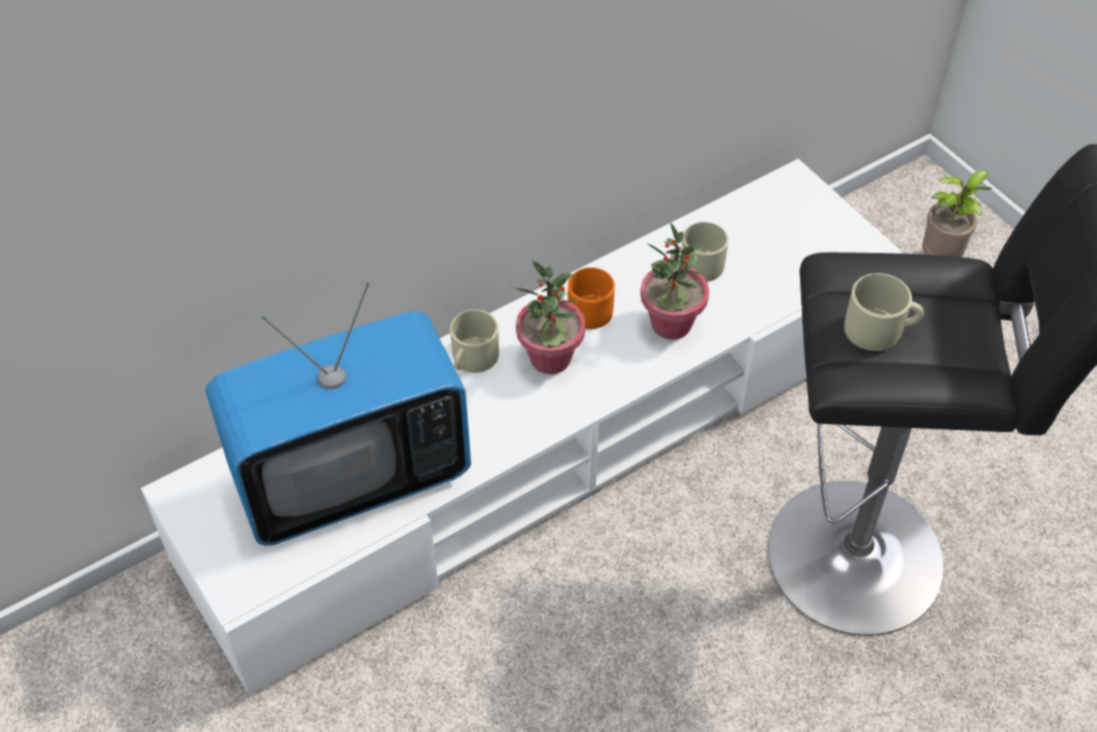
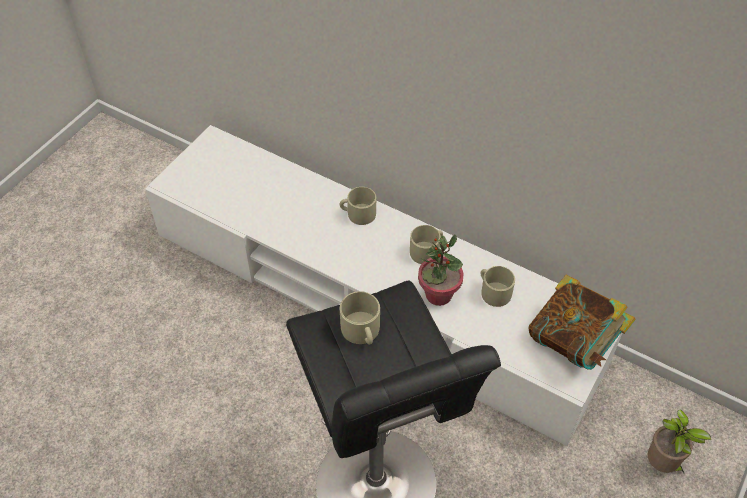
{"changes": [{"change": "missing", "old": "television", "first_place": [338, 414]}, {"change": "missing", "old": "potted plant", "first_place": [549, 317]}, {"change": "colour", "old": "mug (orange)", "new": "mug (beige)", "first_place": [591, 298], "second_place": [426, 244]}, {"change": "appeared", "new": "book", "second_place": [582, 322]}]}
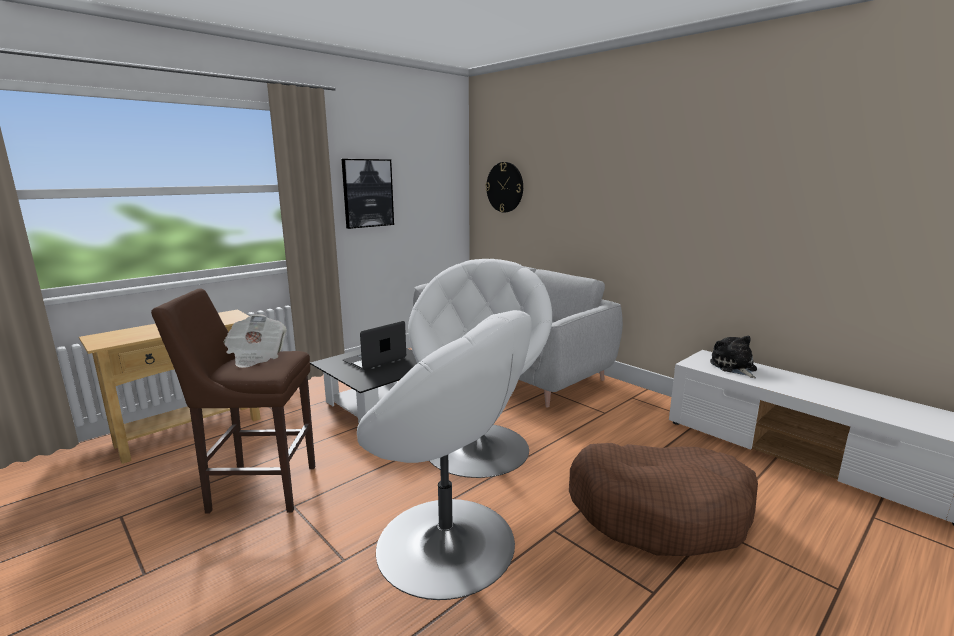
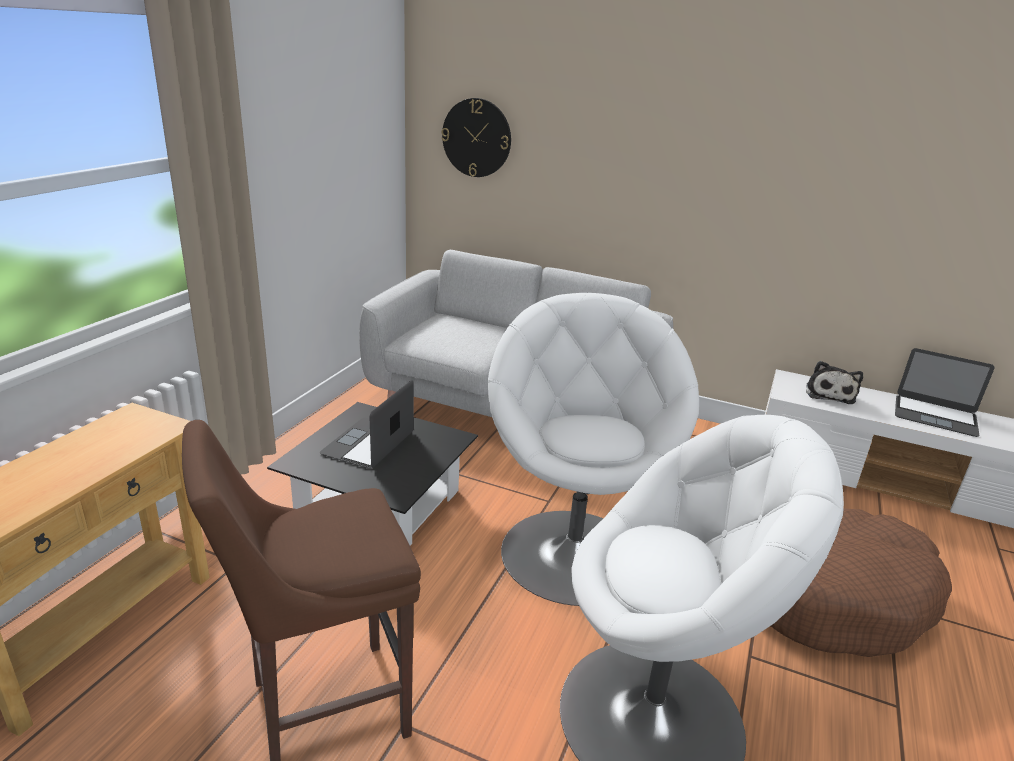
{"changes": [{"change": "missing", "old": "newspaper", "first_place": [255, 341]}, {"change": "missing", "old": "picture", "first_place": [368, 194]}, {"change": "spun", "old": "plush toy", "first_place": [733, 357], "second_place": [834, 382], "degrees": -135}, {"change": "appeared", "new": "laptop", "second_place": [945, 392]}]}
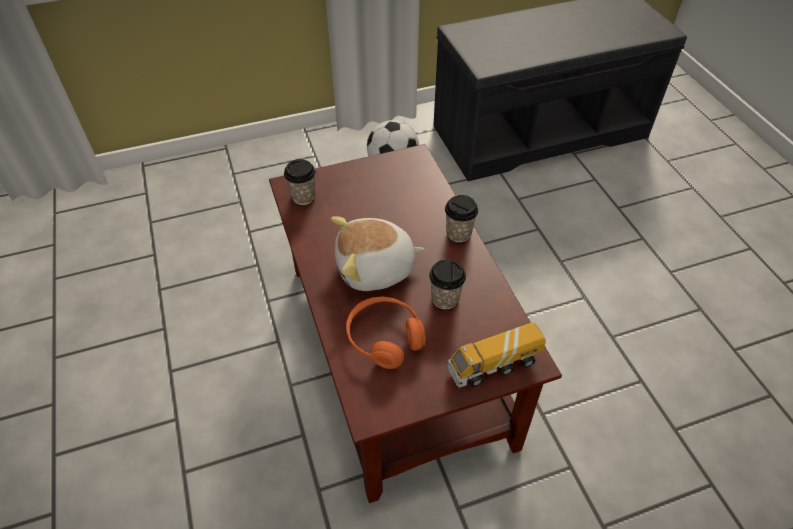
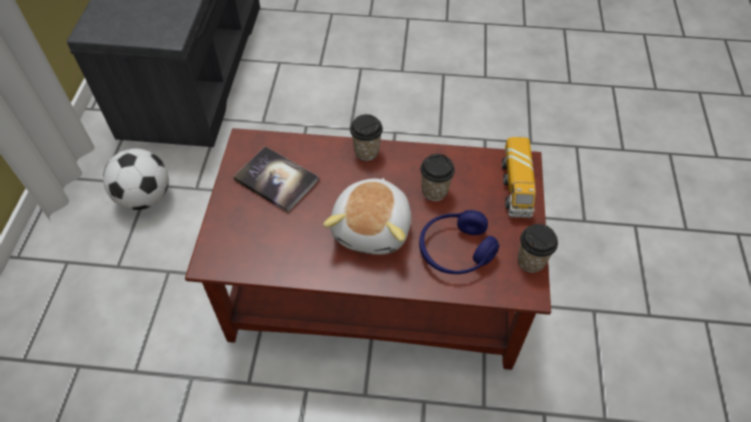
{"changes": [{"change": "relocated", "old": "cup", "first_place": [300, 182], "second_place": [538, 248]}, {"change": "colour", "old": "headphones (orange)", "new": "headphones (blue)", "first_place": [386, 333], "second_place": [459, 242]}, {"change": "appeared", "new": "book", "second_place": [276, 179]}]}
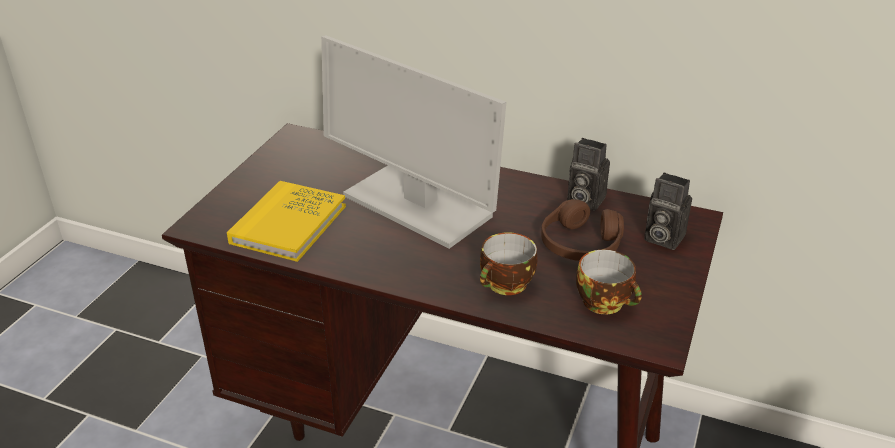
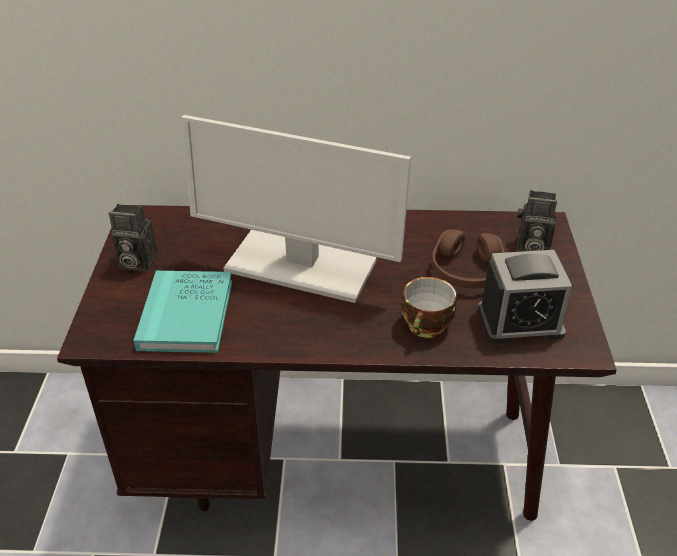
{"changes": [{"change": "colour", "old": "book (yellow)", "new": "book (turquoise)", "first_place": [286, 221], "second_place": [183, 312]}, {"change": "relocated", "old": "photo camera", "first_place": [588, 174], "second_place": [133, 238]}, {"change": "exchanged", "old": "cup", "new": "alarm clock", "first_place": [609, 282], "second_place": [525, 297]}]}
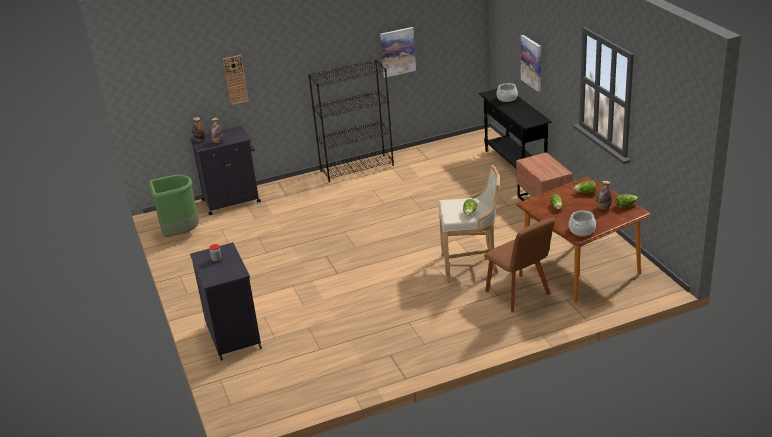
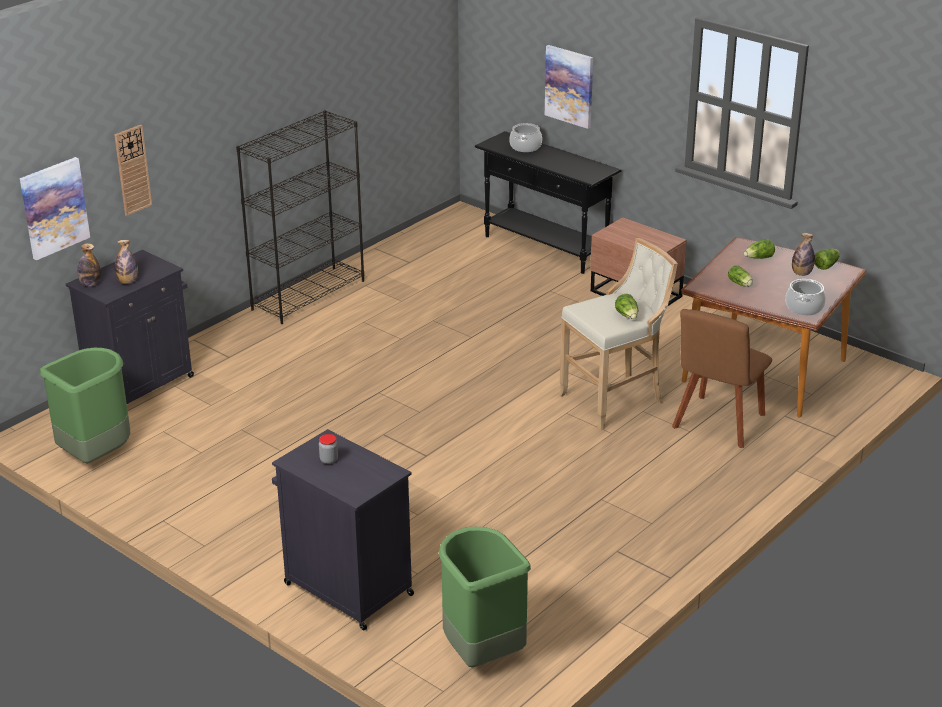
{"changes": [{"change": "relocated", "old": "picture", "first_place": [398, 52], "second_place": [55, 208]}, {"change": "spun", "old": "chair (brown)", "first_place": [519, 264], "second_place": [722, 378], "degrees": 90}, {"change": "appeared", "new": "trash can (green)", "second_place": [485, 597]}]}
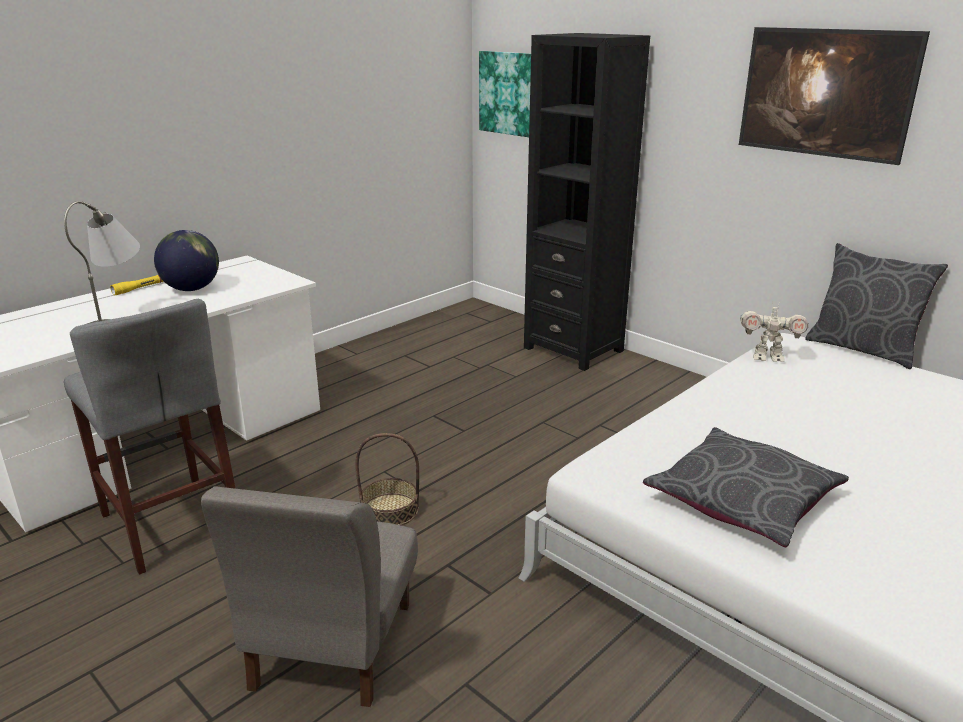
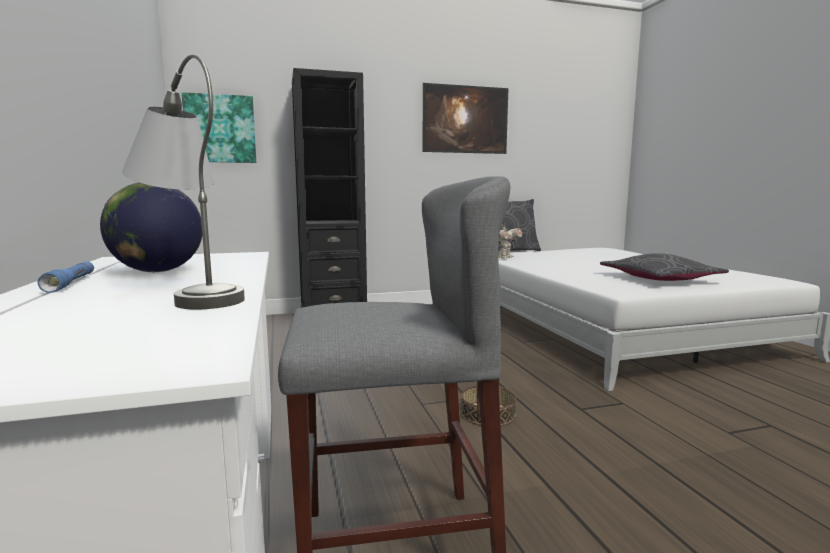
{"changes": [{"change": "colour", "old": "flashlight (yellow)", "new": "flashlight (blue)", "first_place": [137, 285], "second_place": [65, 277]}, {"change": "missing", "old": "chair (grey)", "first_place": [309, 596]}]}
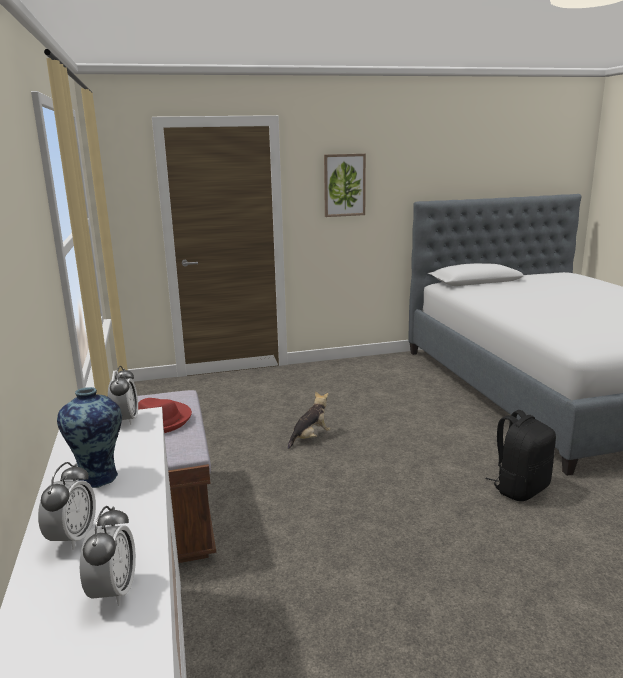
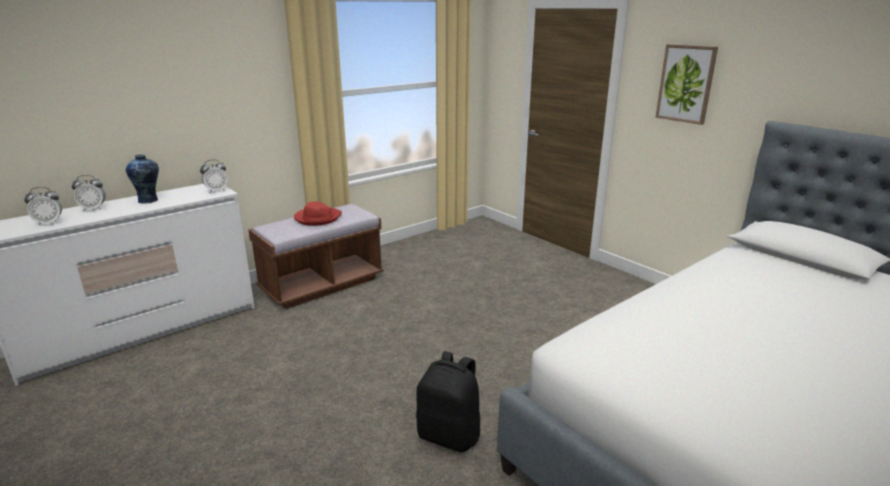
{"changes": [{"change": "missing", "old": "plush toy", "first_place": [309, 420]}]}
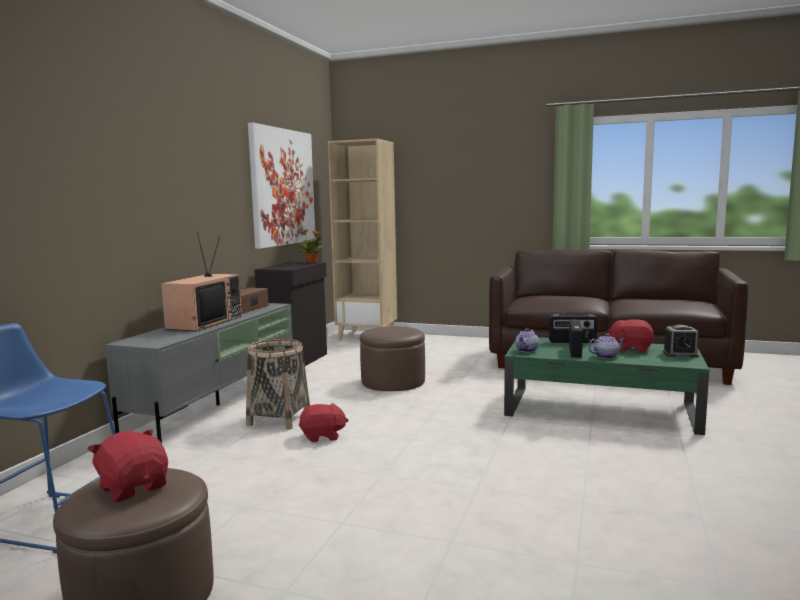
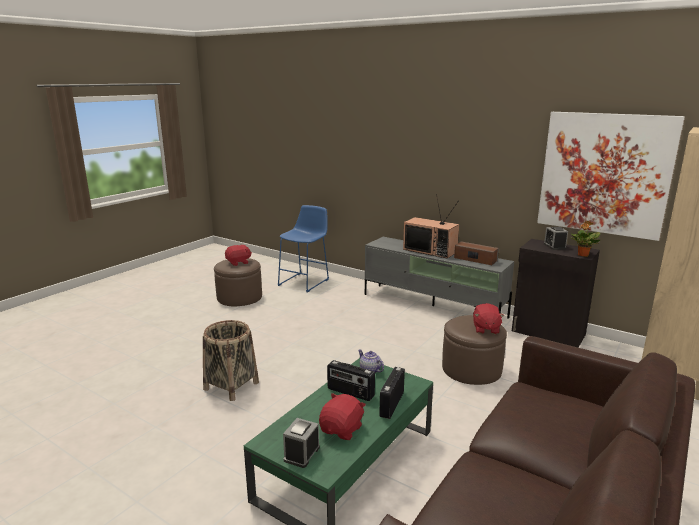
{"changes": [{"change": "relocated", "old": "basket", "first_place": [278, 384], "second_place": [231, 360]}, {"change": "relocated", "old": "plush toy (red)", "first_place": [323, 422], "second_place": [488, 318]}, {"change": "missing", "old": "teapot", "first_place": [606, 346]}, {"change": "appeared", "new": "alarm clock", "second_place": [556, 238]}]}
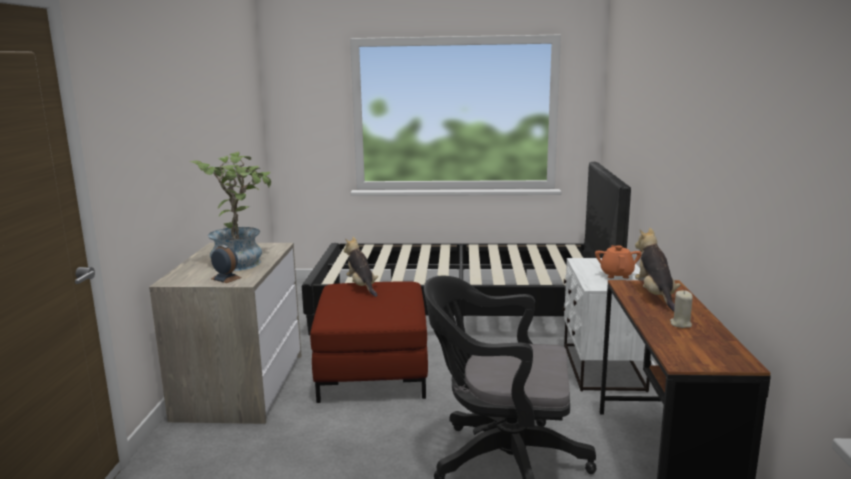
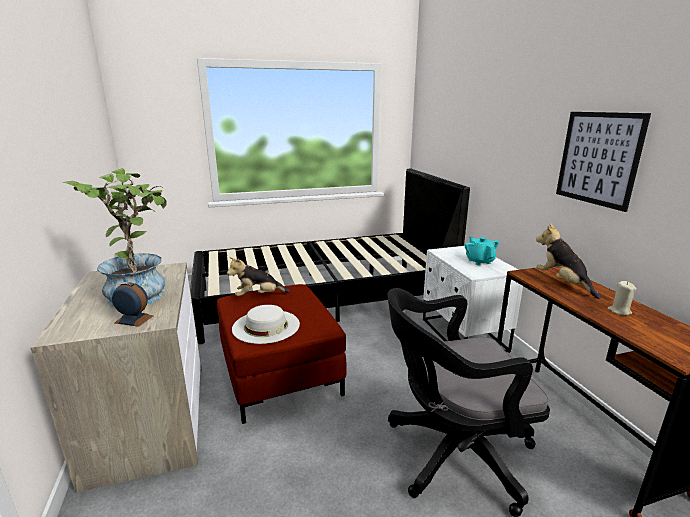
{"changes": [{"change": "spun", "old": "plush toy", "first_place": [361, 267], "second_place": [258, 276], "degrees": -60}, {"change": "colour", "old": "teapot (orange)", "new": "teapot (turquoise)", "first_place": [618, 262], "second_place": [481, 251]}, {"change": "appeared", "new": "hat (white)", "second_place": [266, 324]}, {"change": "appeared", "new": "picture", "second_place": [603, 162]}]}
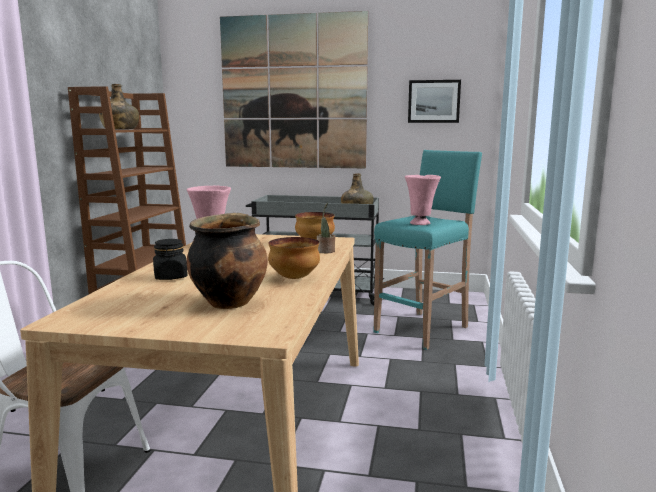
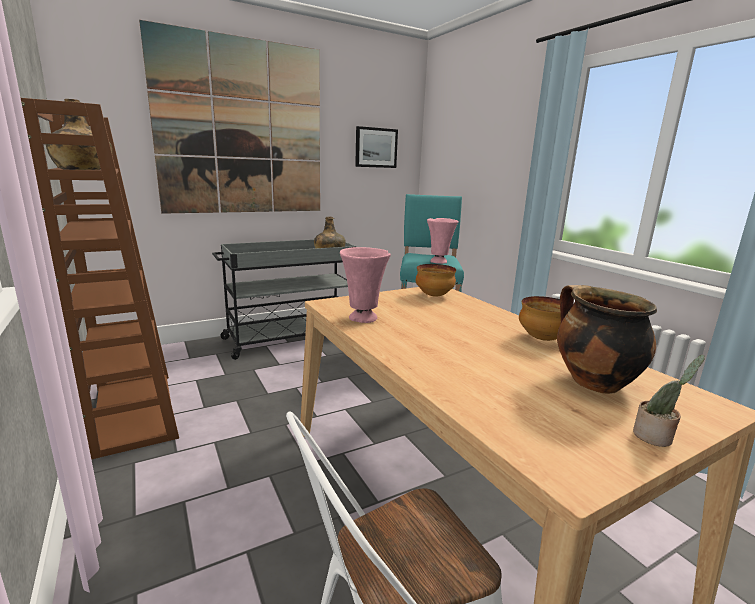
{"changes": [{"change": "missing", "old": "jar (black)", "first_place": [170, 259]}, {"change": "relocated", "old": "potted plant", "first_place": [326, 227], "second_place": [669, 401]}]}
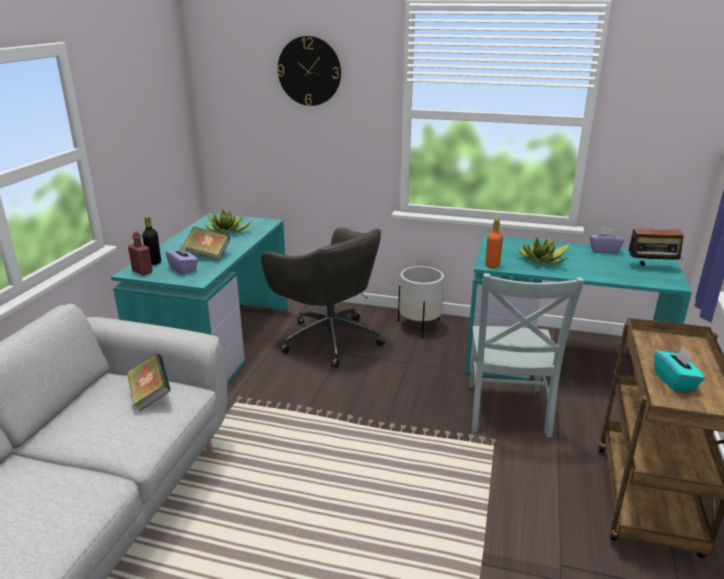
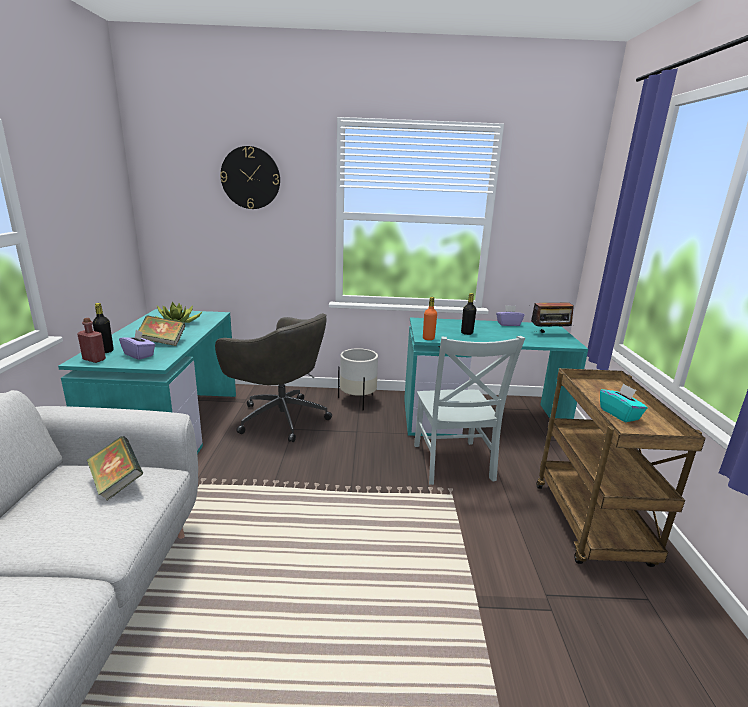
{"changes": [{"change": "exchanged", "old": "potted plant", "new": "bottle (black)", "first_place": [543, 251], "second_place": [468, 314]}]}
